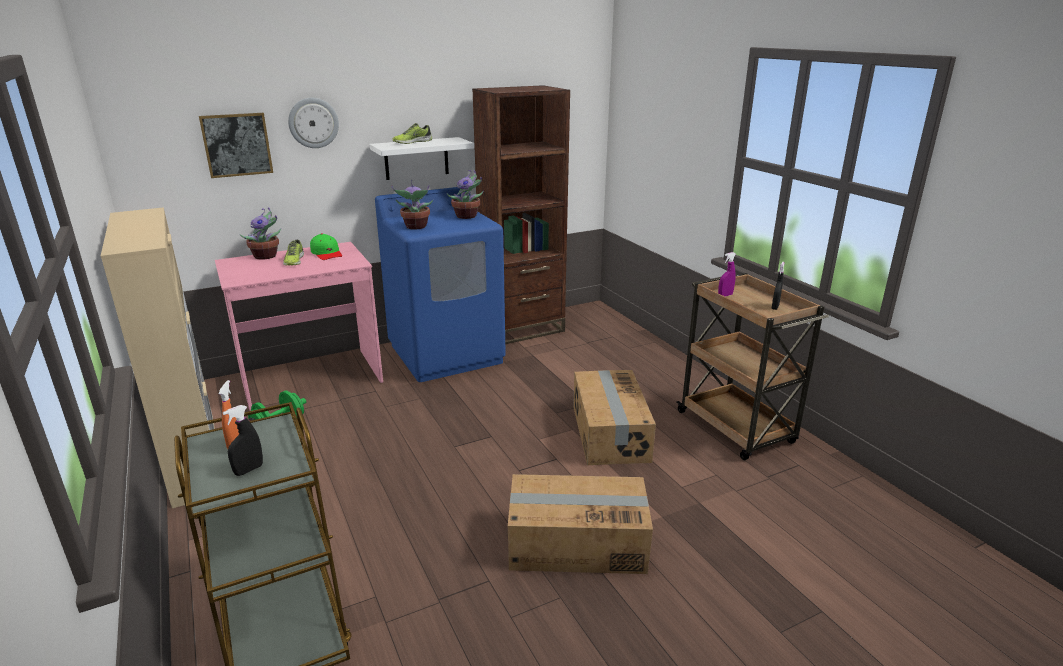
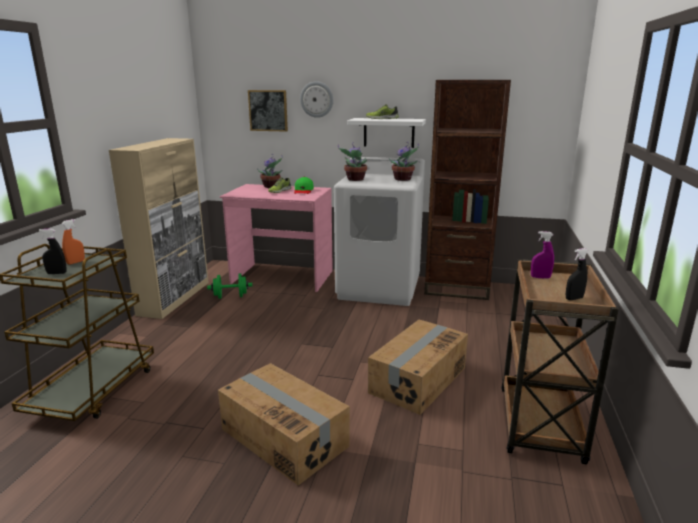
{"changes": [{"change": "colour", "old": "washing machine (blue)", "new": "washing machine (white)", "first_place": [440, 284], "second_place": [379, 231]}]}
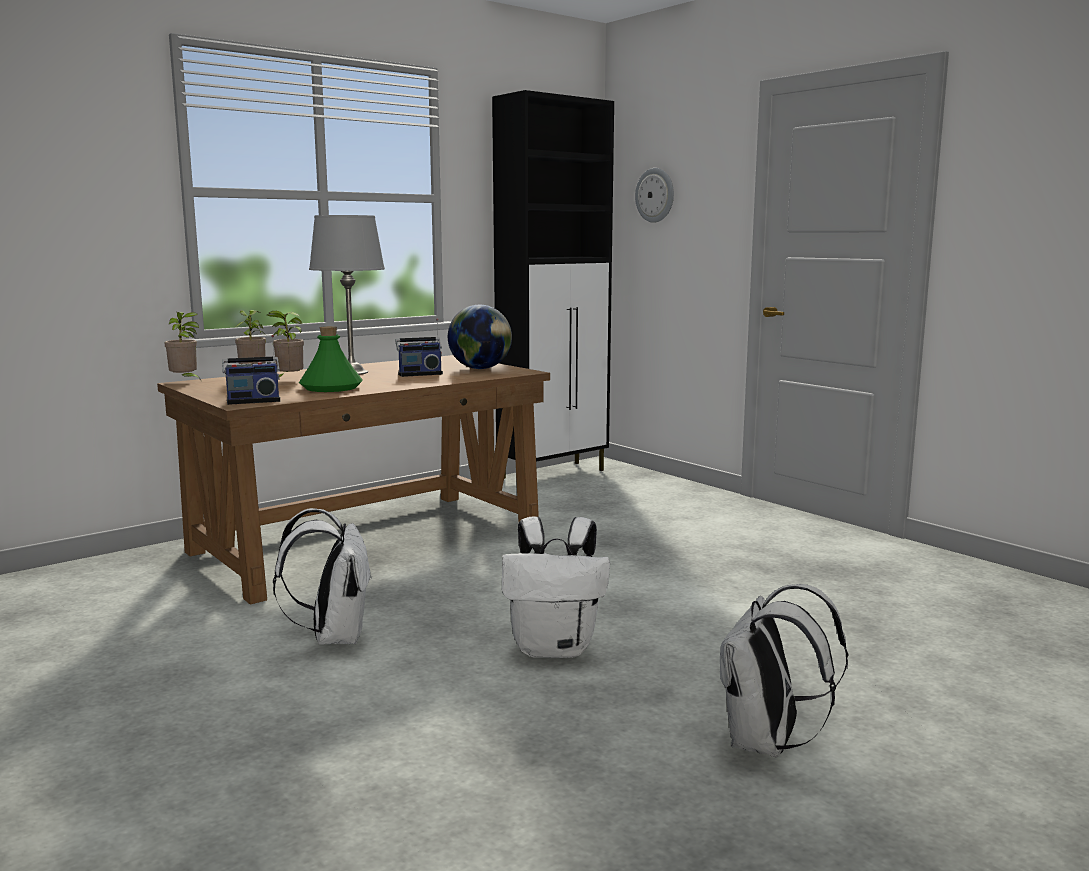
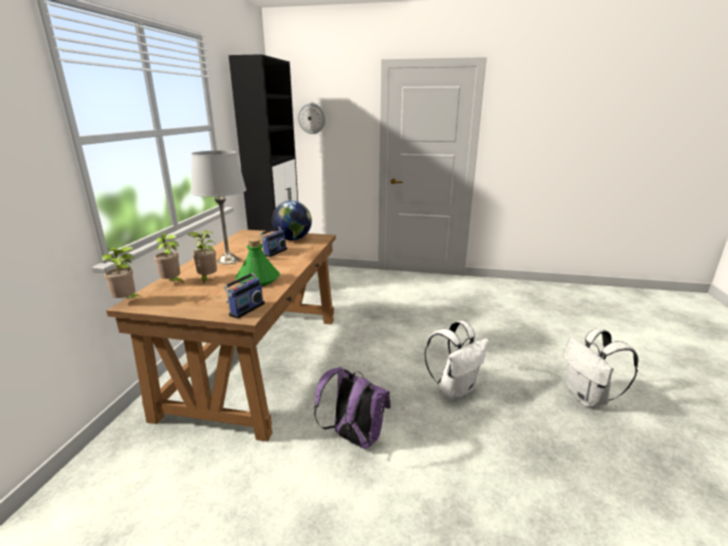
{"changes": [{"change": "colour", "old": "backpack (white)", "new": "backpack (purple)", "first_place": [322, 576], "second_place": [352, 408]}]}
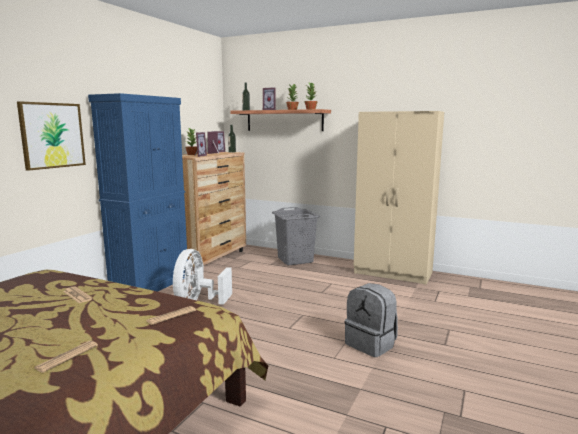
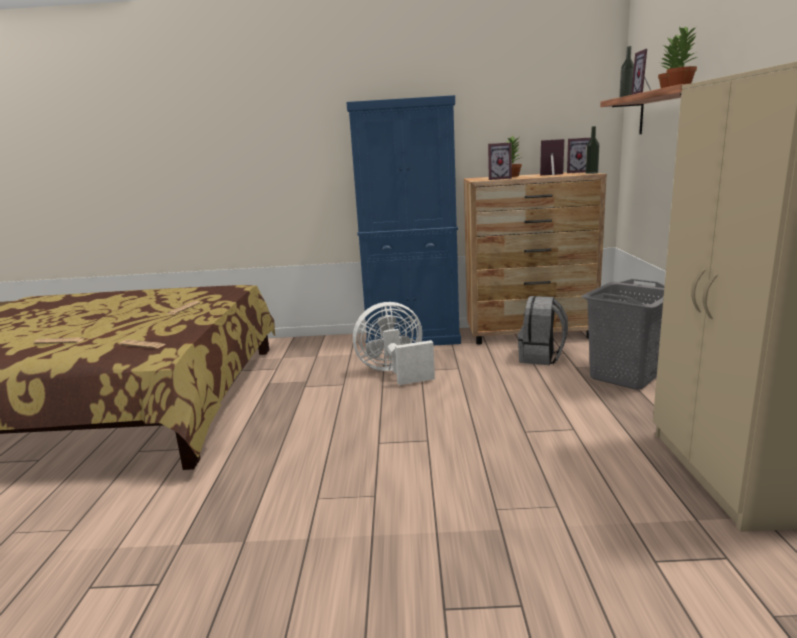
{"changes": [{"change": "missing", "old": "picture", "first_place": [51, 136]}, {"change": "relocated", "old": "backpack (grey)", "first_place": [371, 320], "second_place": [543, 330]}]}
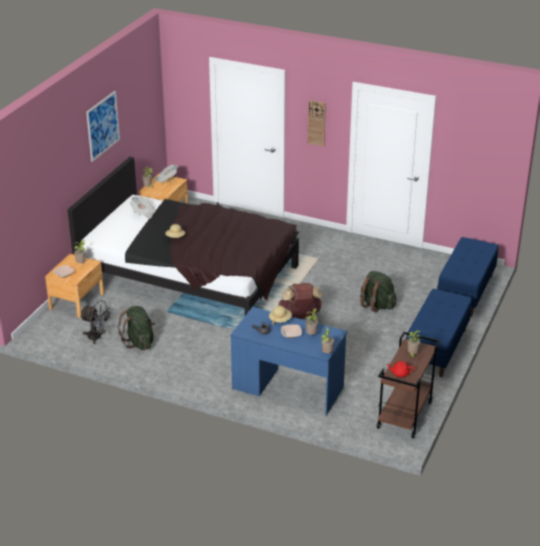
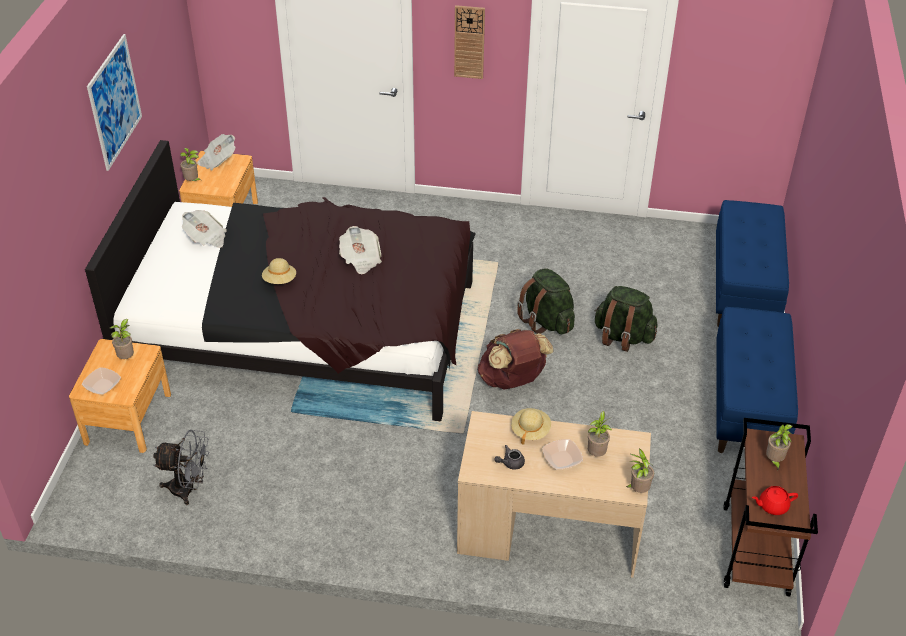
{"changes": [{"change": "relocated", "old": "backpack (green)", "first_place": [136, 328], "second_place": [546, 301]}, {"change": "colour", "old": "desk (blue)", "new": "desk (beige)", "first_place": [288, 361], "second_place": [554, 494]}, {"change": "appeared", "new": "newspaper", "second_place": [360, 250]}]}
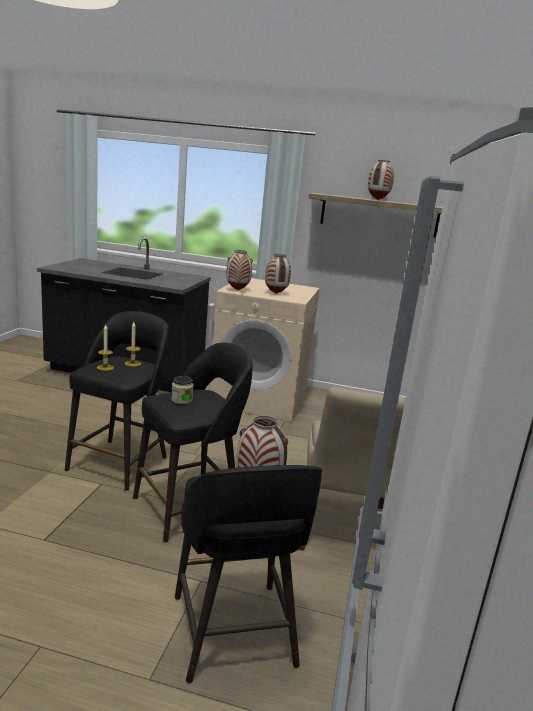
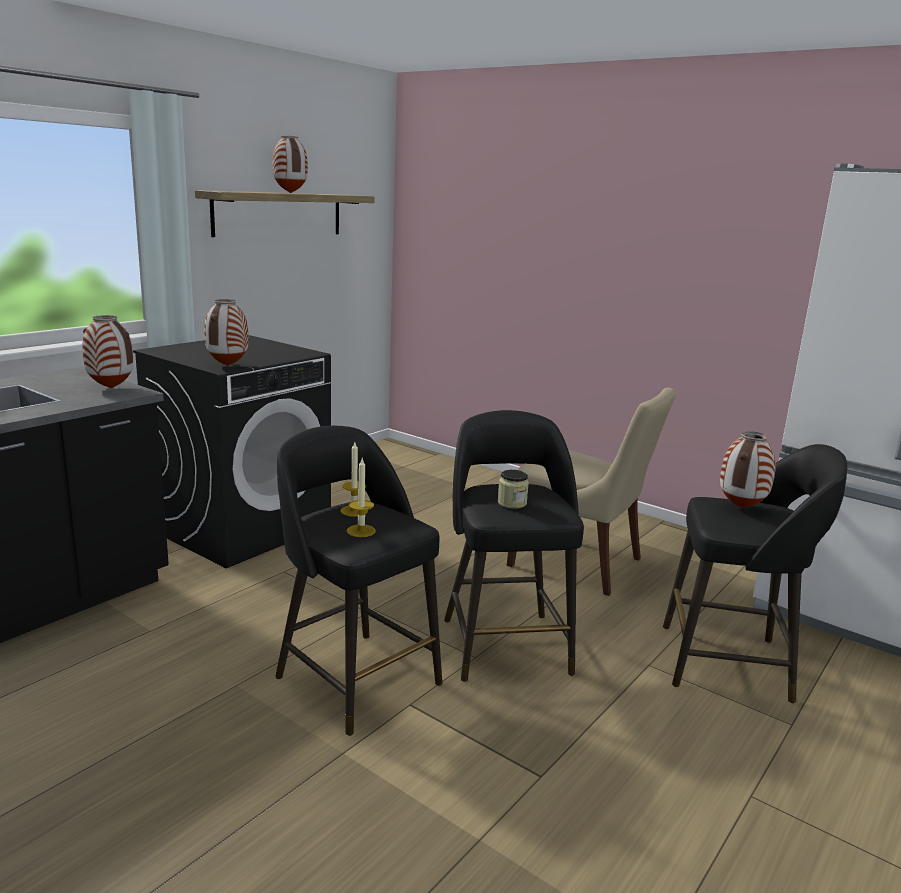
{"changes": [{"change": "colour", "old": "washing machine (beige)", "new": "washing machine (black)", "first_place": [265, 350], "second_place": [232, 451]}, {"change": "relocated", "old": "vase", "first_place": [278, 274], "second_place": [108, 351]}]}
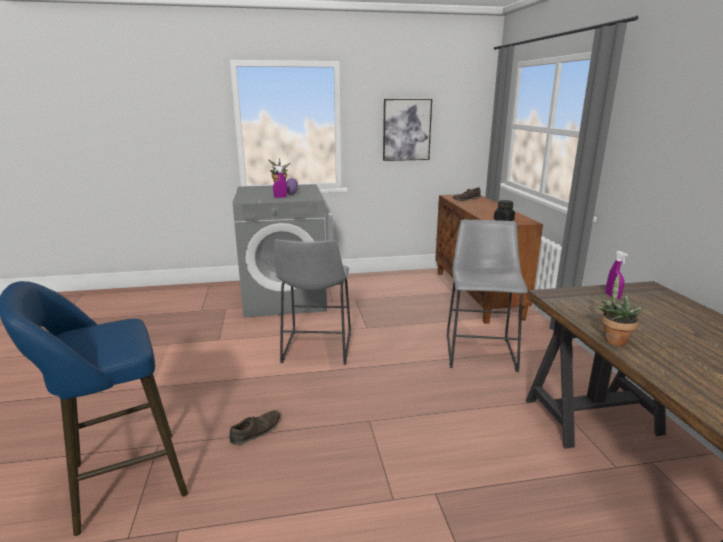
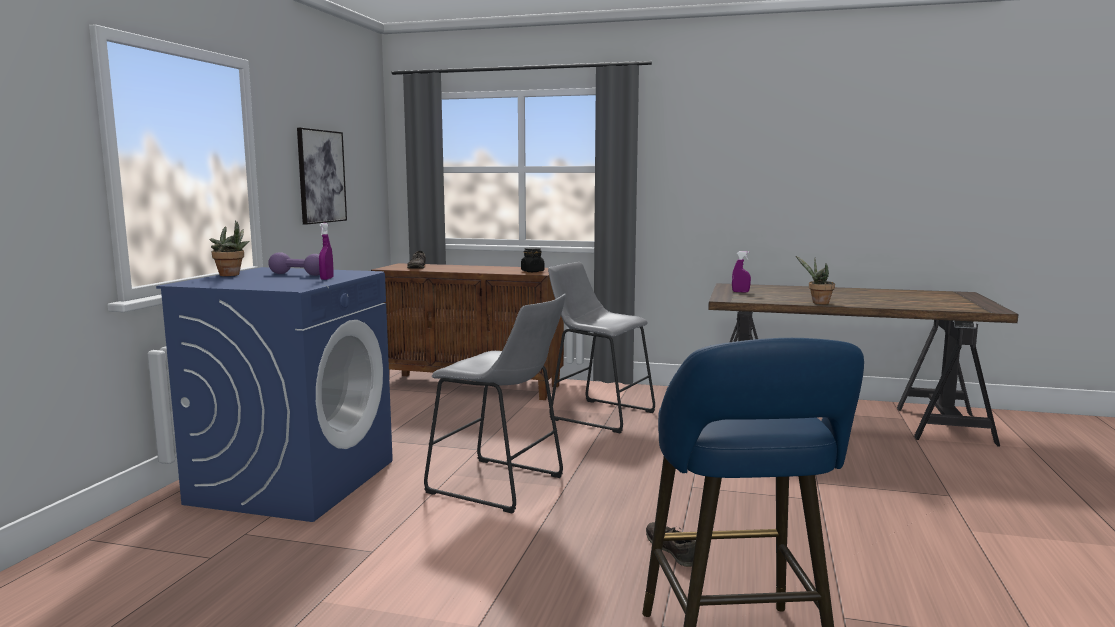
{"changes": [{"change": "colour", "old": "washing machine (grey)", "new": "washing machine (blue)", "first_place": [280, 251], "second_place": [274, 394]}]}
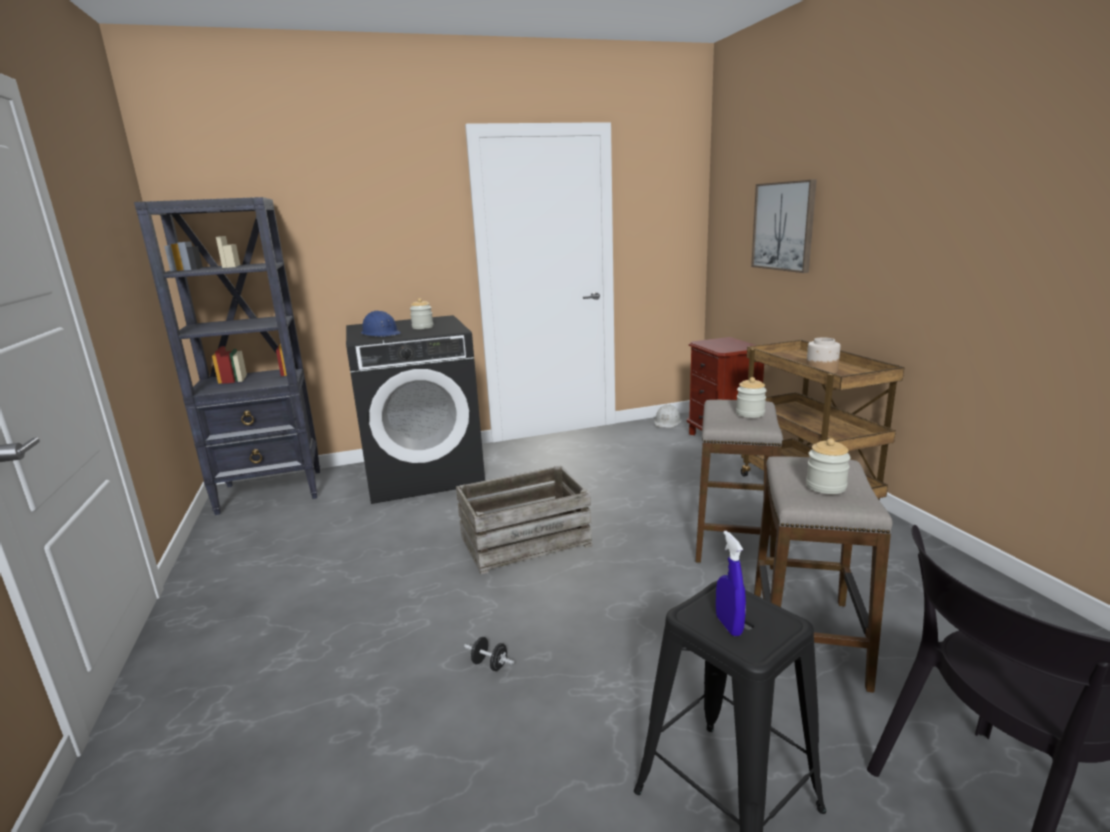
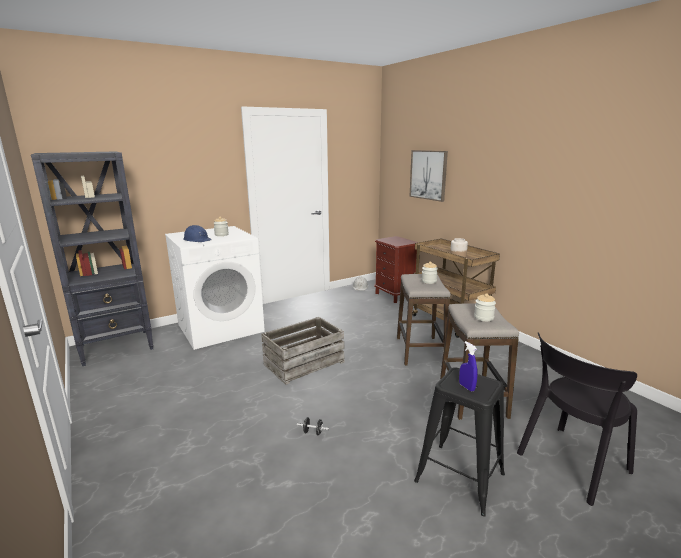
{"changes": [{"change": "colour", "old": "washing machine (black)", "new": "washing machine (white)", "first_place": [415, 409], "second_place": [215, 288]}]}
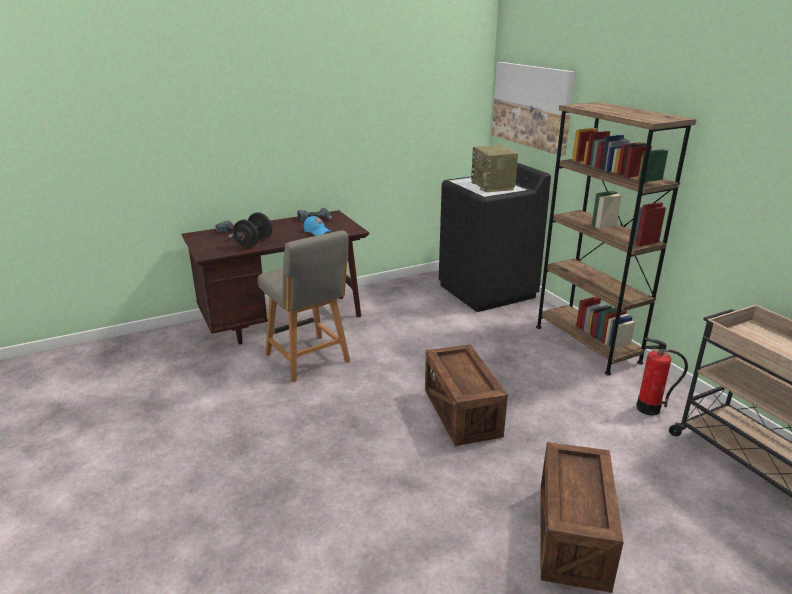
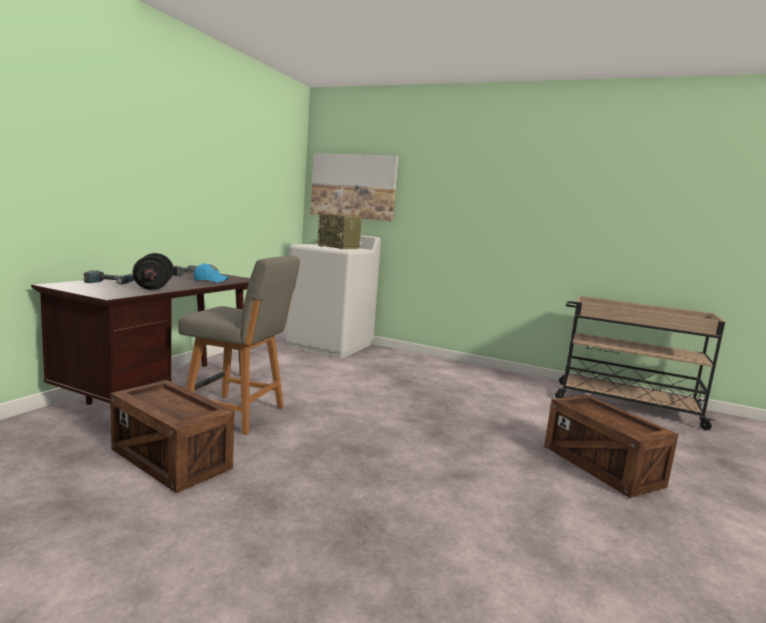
{"changes": [{"change": "relocated", "old": "crate", "first_place": [466, 395], "second_place": [172, 436]}, {"change": "colour", "old": "washing machine (black)", "new": "washing machine (white)", "first_place": [495, 237], "second_place": [333, 296]}, {"change": "missing", "old": "bookcase (brown)", "first_place": [616, 238]}, {"change": "missing", "old": "fire extinguisher", "first_place": [662, 377]}]}
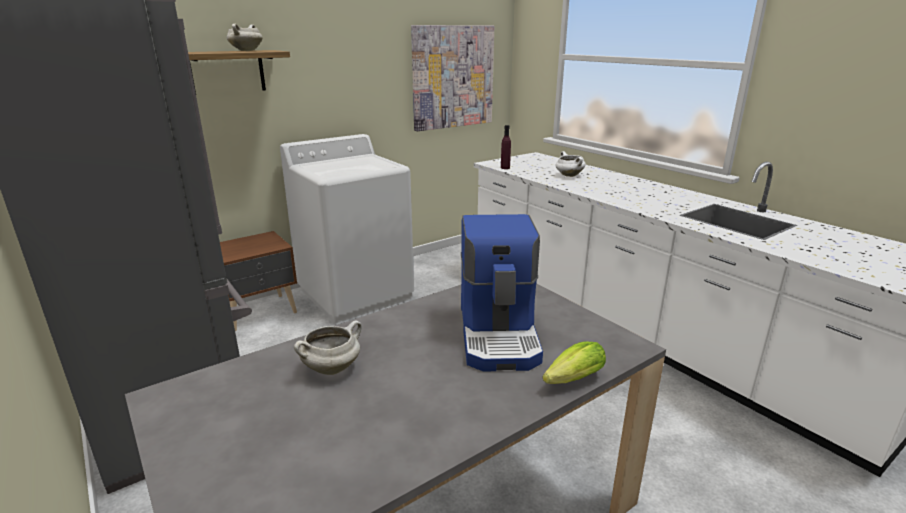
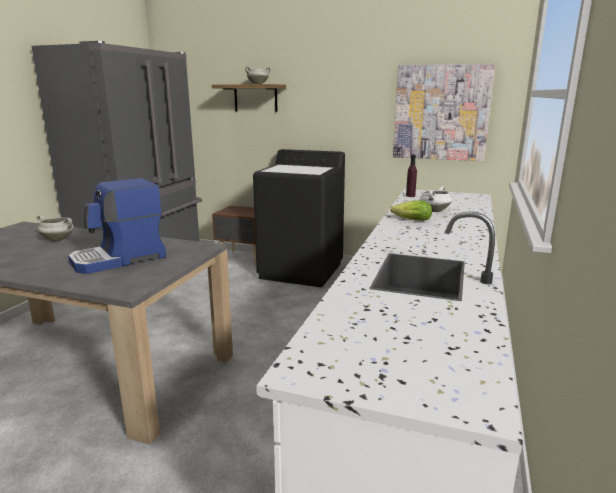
{"changes": [{"change": "colour", "old": "washing machine (white)", "new": "washing machine (black)", "first_place": [347, 228], "second_place": [299, 218]}, {"change": "relocated", "old": "lettuce", "first_place": [574, 362], "second_place": [411, 211]}]}
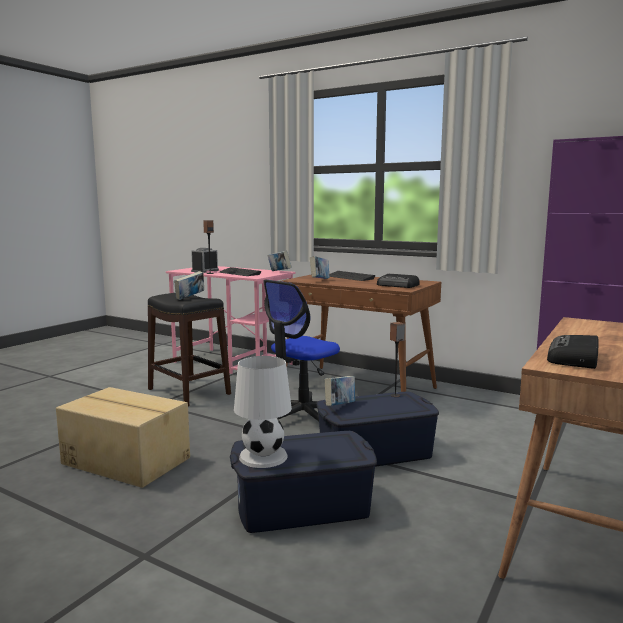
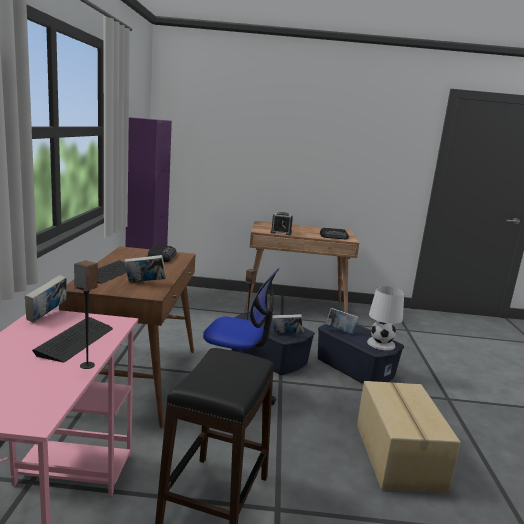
{"changes": [{"change": "relocated", "old": "book", "first_place": [189, 285], "second_place": [341, 321]}, {"change": "relocated", "old": "alarm clock", "first_place": [205, 260], "second_place": [281, 223]}]}
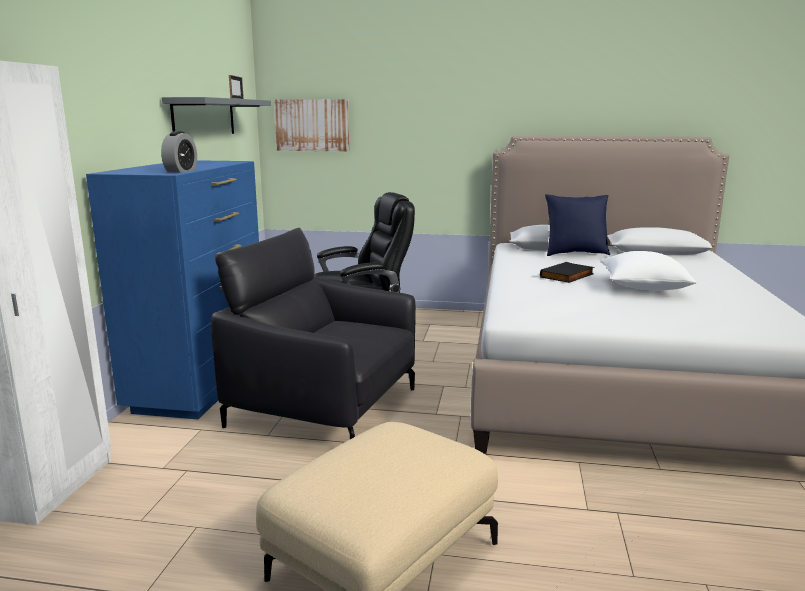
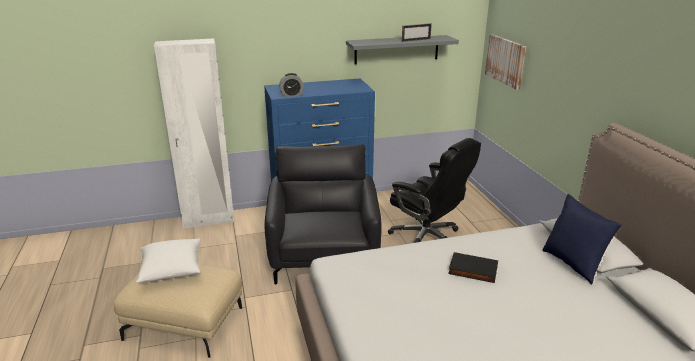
{"changes": [{"change": "relocated", "old": "pillow (white)", "first_place": [648, 271], "second_place": [168, 261]}]}
